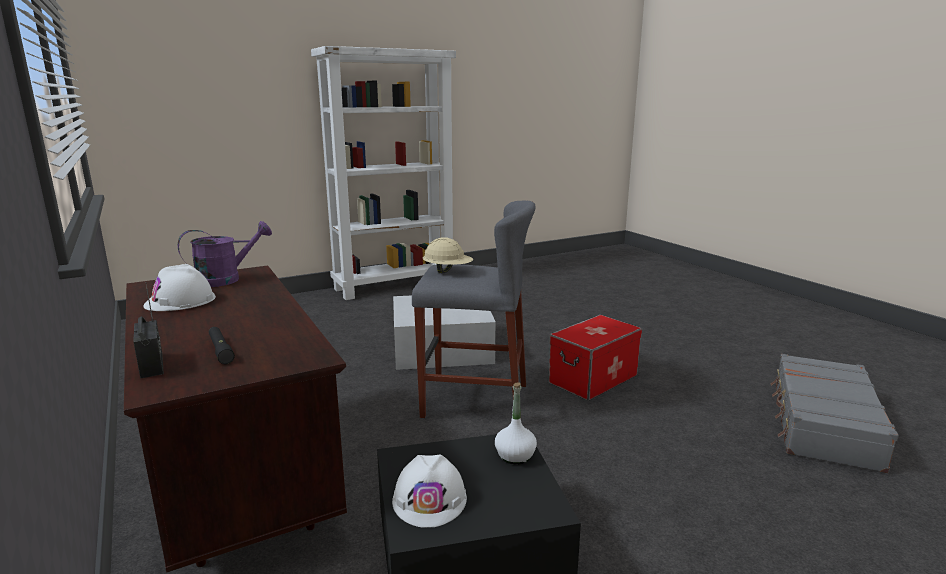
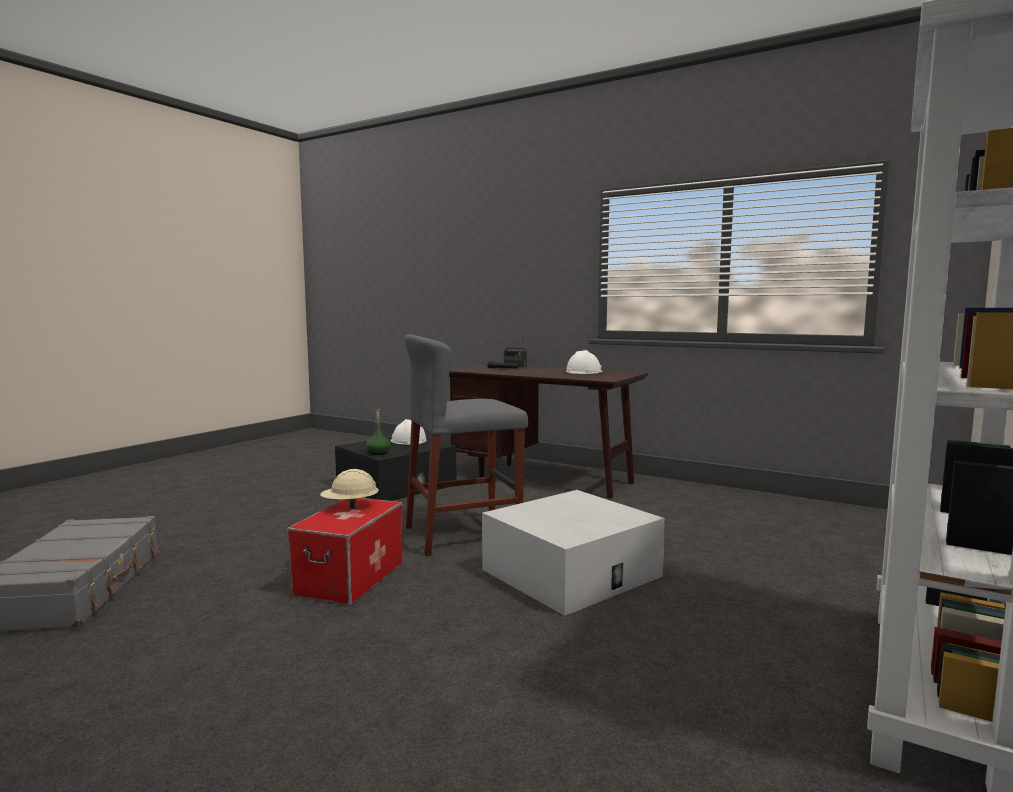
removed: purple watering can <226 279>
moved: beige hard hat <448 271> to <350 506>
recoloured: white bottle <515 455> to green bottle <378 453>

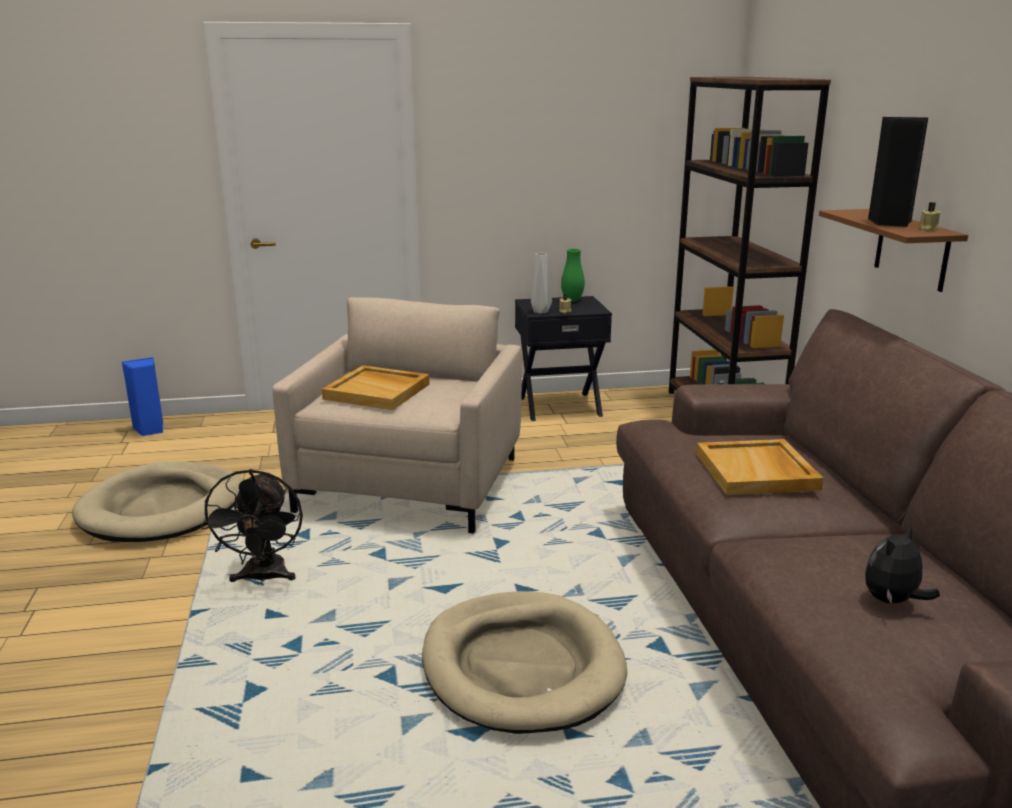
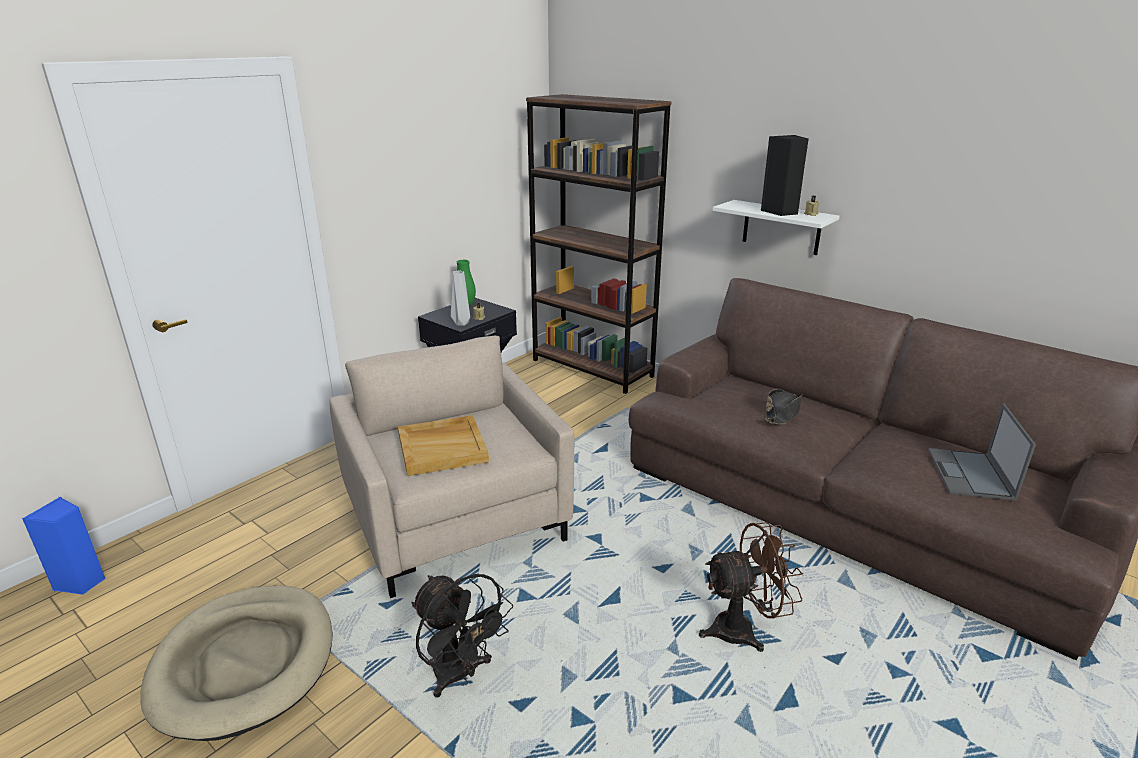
replaced: beige dog bed <522 667> to brown fan <743 629>; beige tray <757 472> to black hat <782 413>; plush toy <892 601> to laptop <970 475>
recoloured: brown shelf <911 249> to white shelf <781 227>

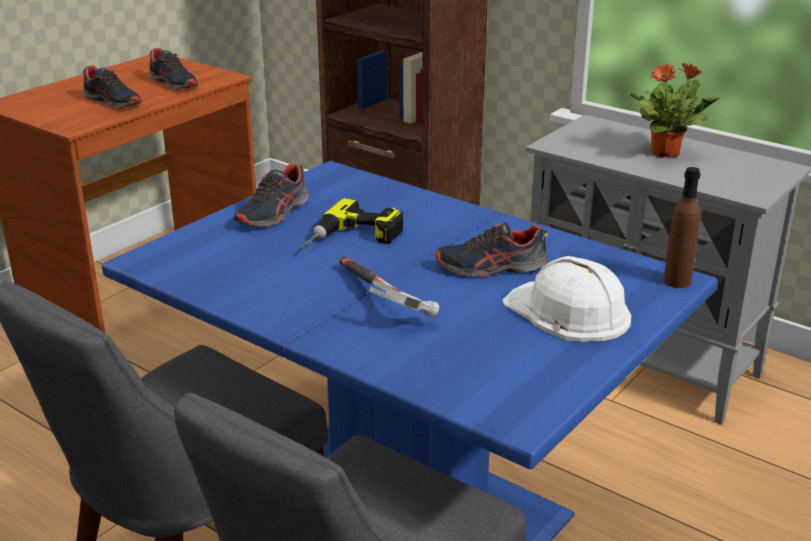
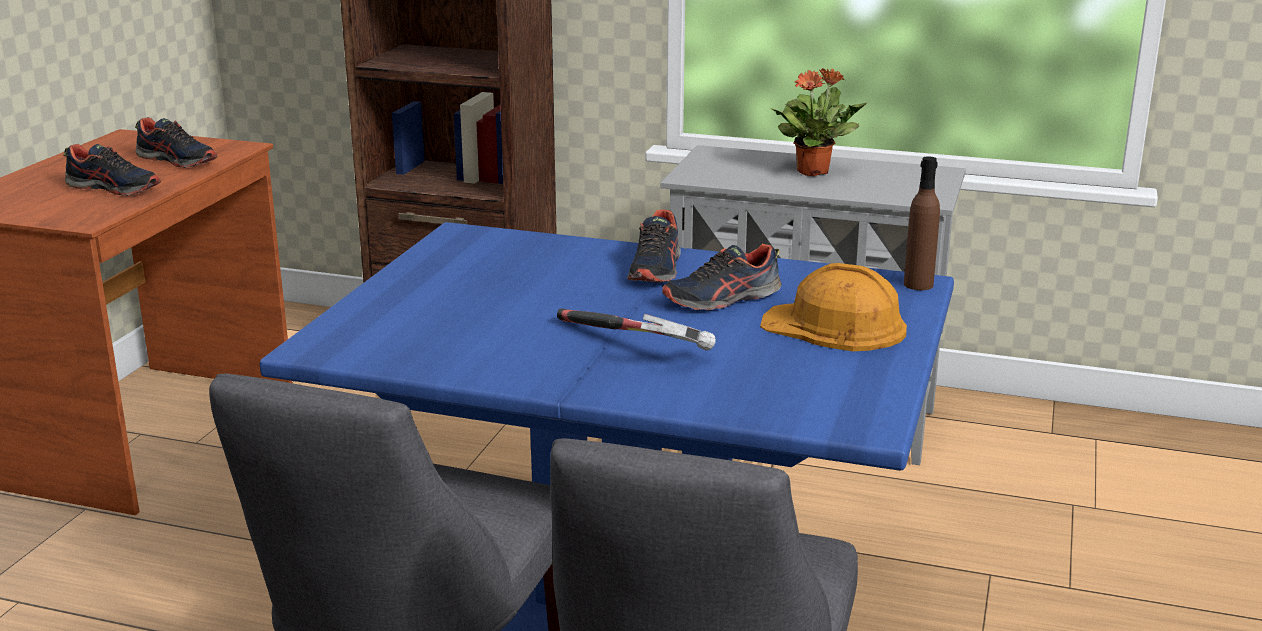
removed: power drill <352 240>
moved: shoe <274 213> to <656 269>
recoloured: white hard hat <568 311> to orange hard hat <835 326>

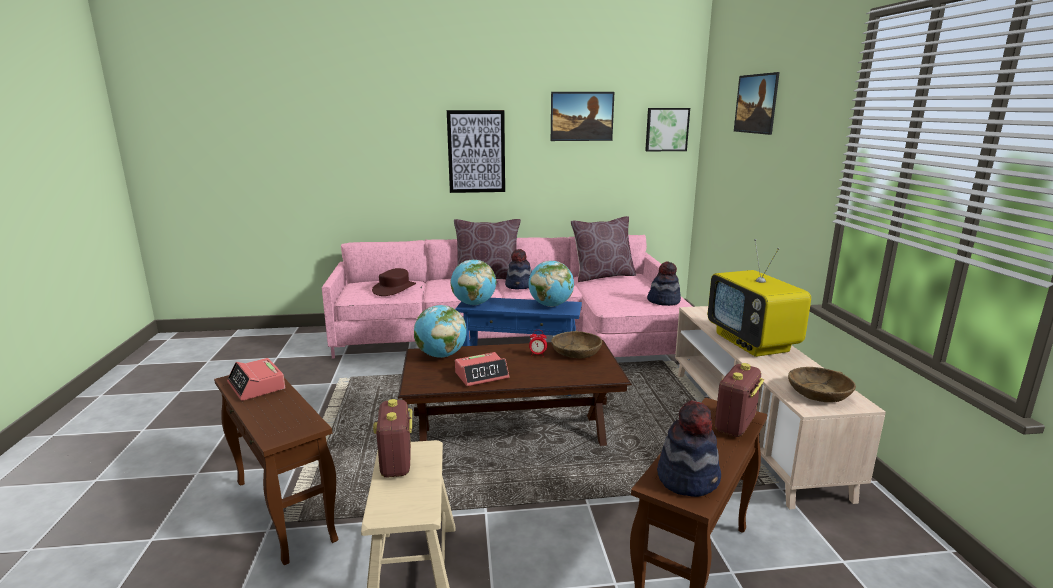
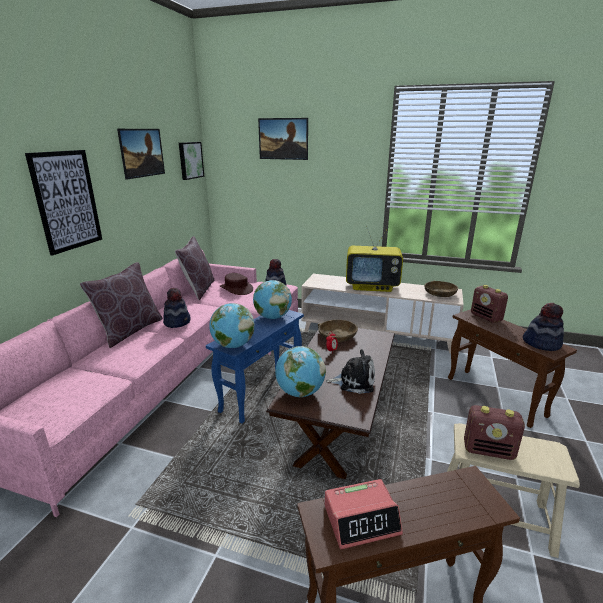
moved: brown hat <394 289> to <236 289>
replaced: alarm clock <482 375> to plush toy <354 381>

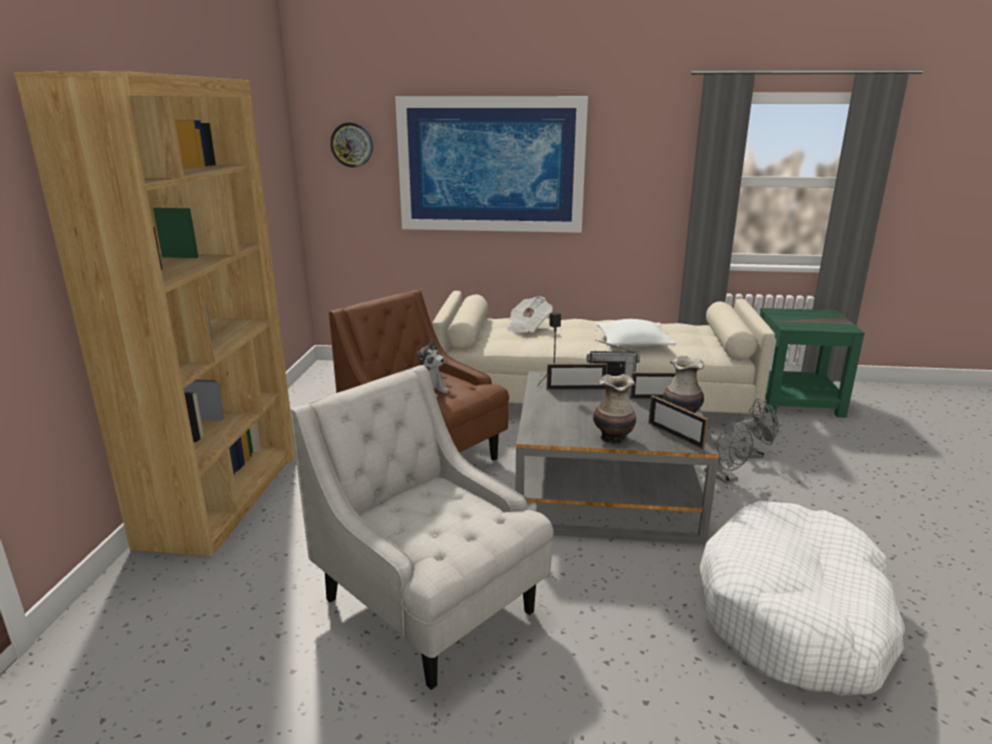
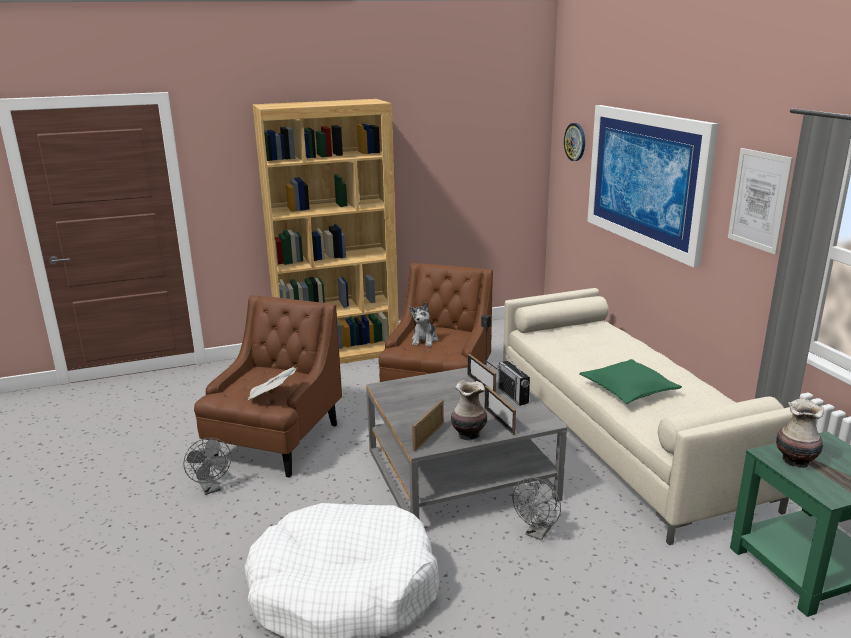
added: picture <759 200>
moved: grey fan <752 454> to <211 488>; newspaper <527 327> to <271 396>; vase <614 438> to <796 461>
recoloured: white armchair <431 607> to brown armchair <276 443>; white pillow <633 343> to green pillow <628 390>

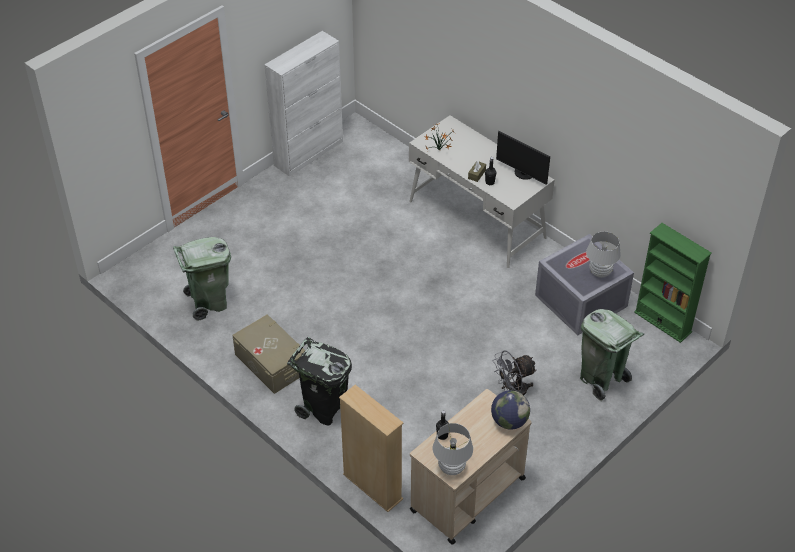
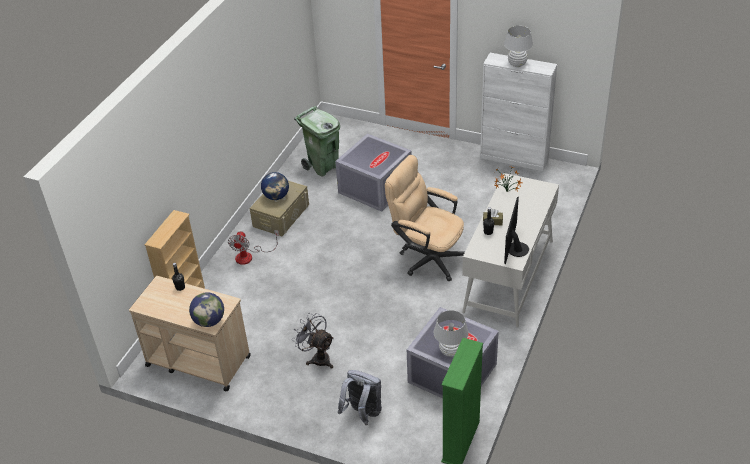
added: globe <276 197>; grey storage box <375 187>; beige office chair <427 257>
moved: white table lamp <452 468> to <517 64>
replaced: black trash can <324 409> to fan <249 256>; green trash can <601 379> to grey backpack <363 413>

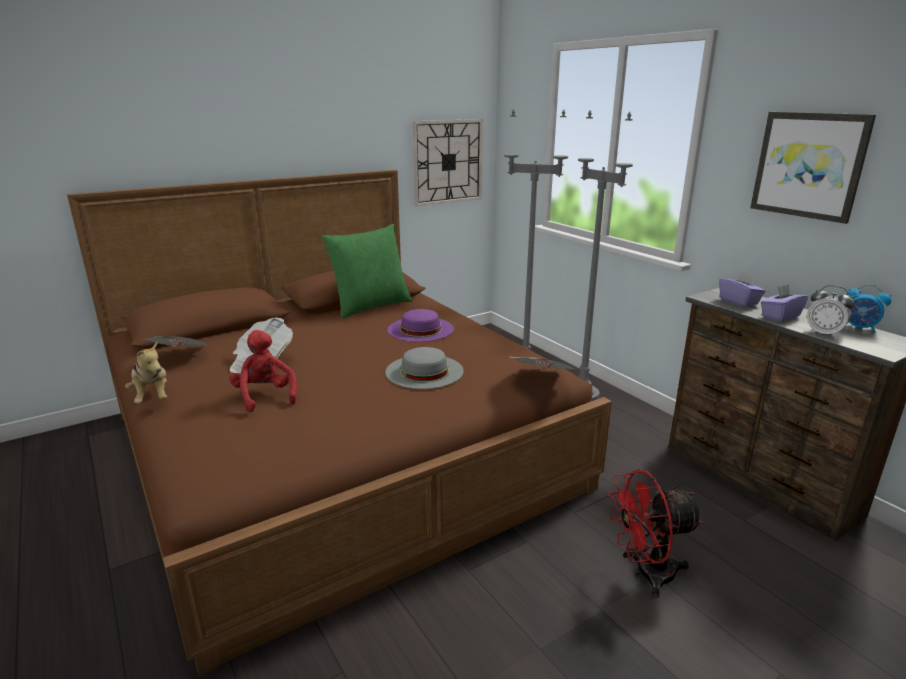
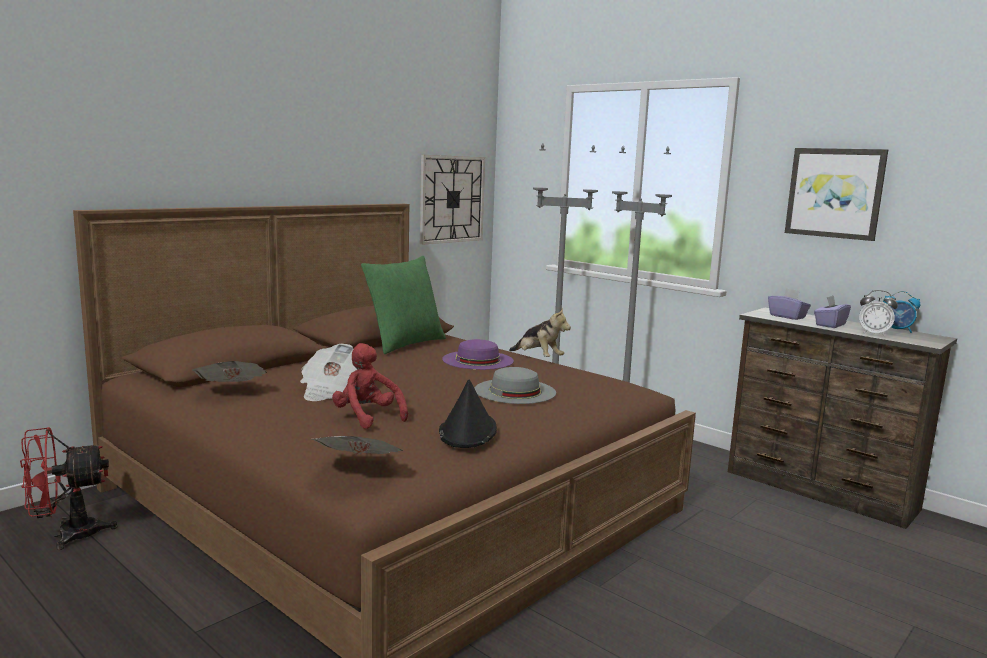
added: black hat <467 431>
moved: red fan <645 573> to <67 535>; newspaper <542 379> to <359 469>; plush toy <152 397> to <538 358>

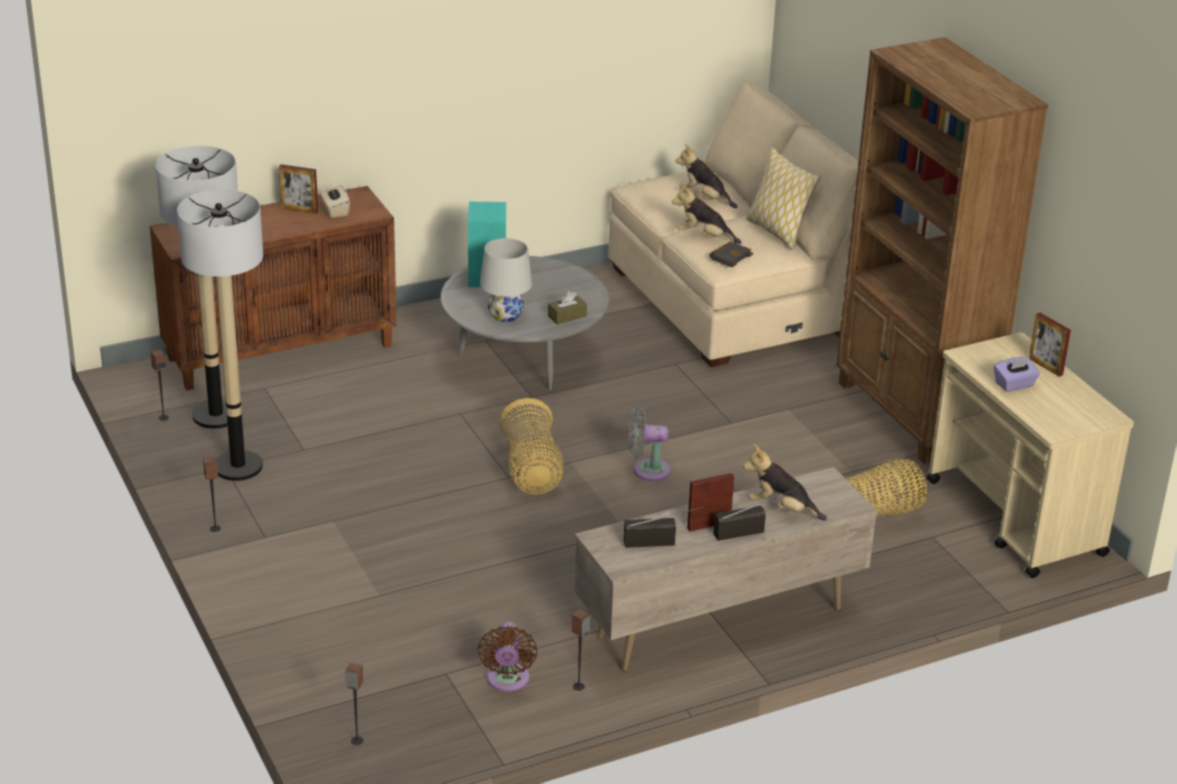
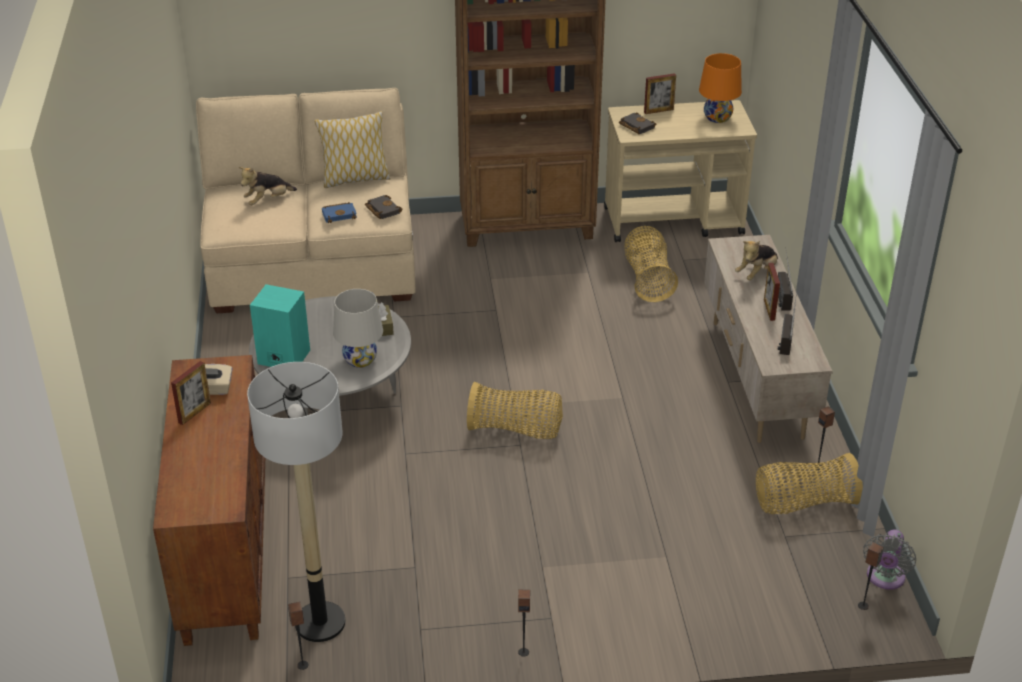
removed: floor lamp <238 466>; purple tissue box <1014 385>
added: black book <635 126>; orange table lamp <717 117>
moved: grey fan <647 470> to <884 578>
replaced: plush toy <704 237> to blue book <340 214>; brown fan <507 681> to basket <803 503>

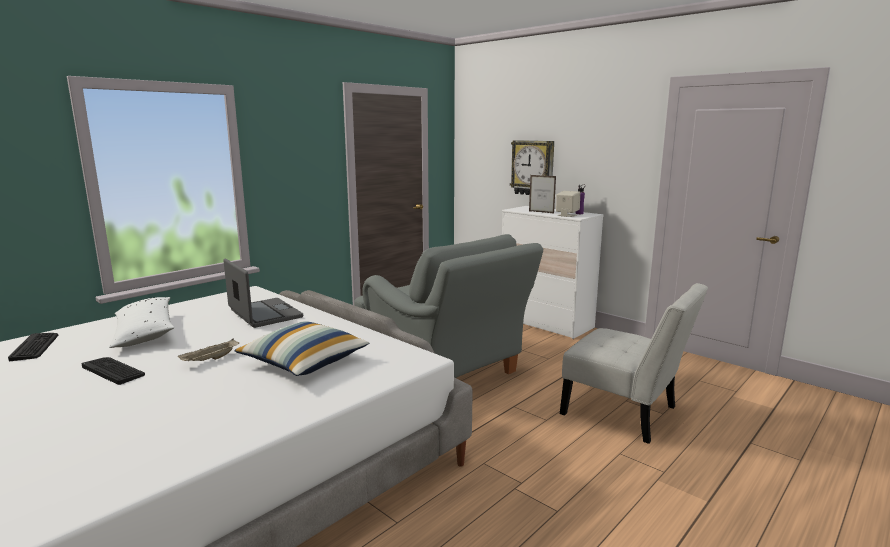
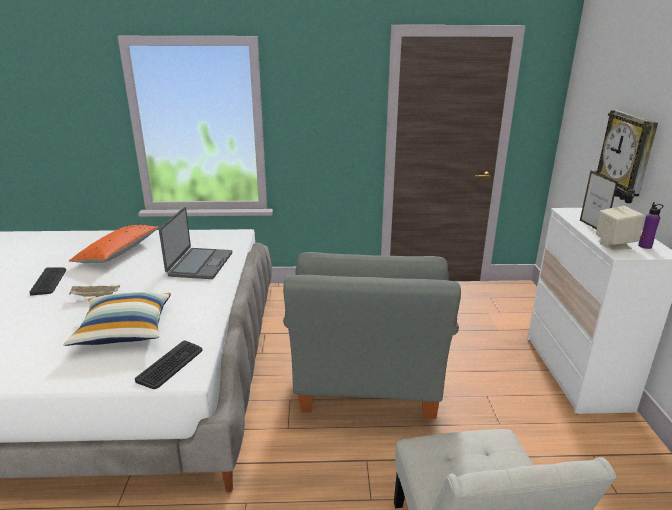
moved: keyboard <35 347> to <171 365>
recoloured: white pillow <144 332> to orange pillow <118 252>

